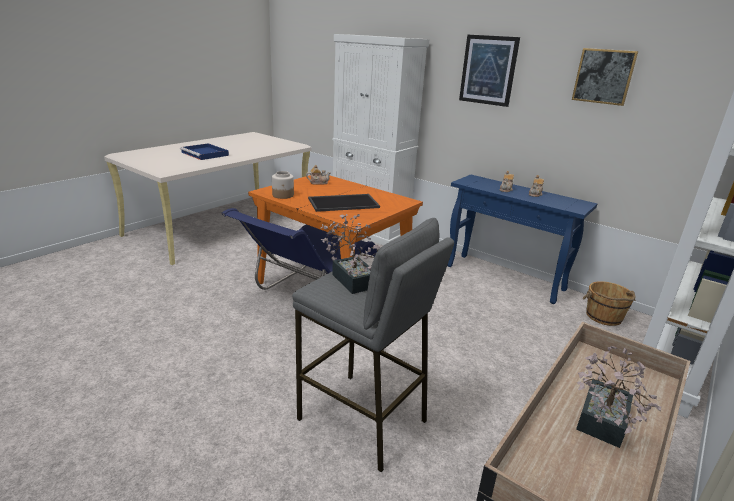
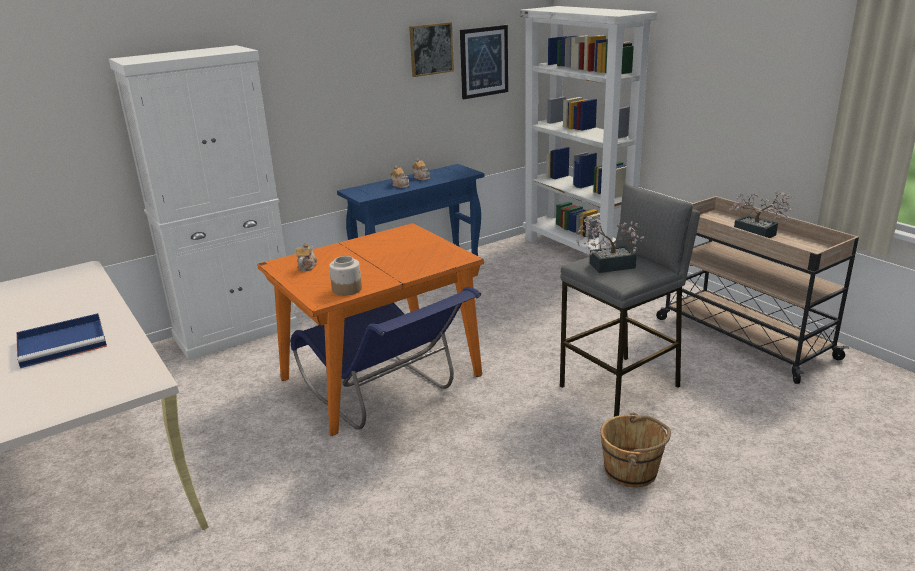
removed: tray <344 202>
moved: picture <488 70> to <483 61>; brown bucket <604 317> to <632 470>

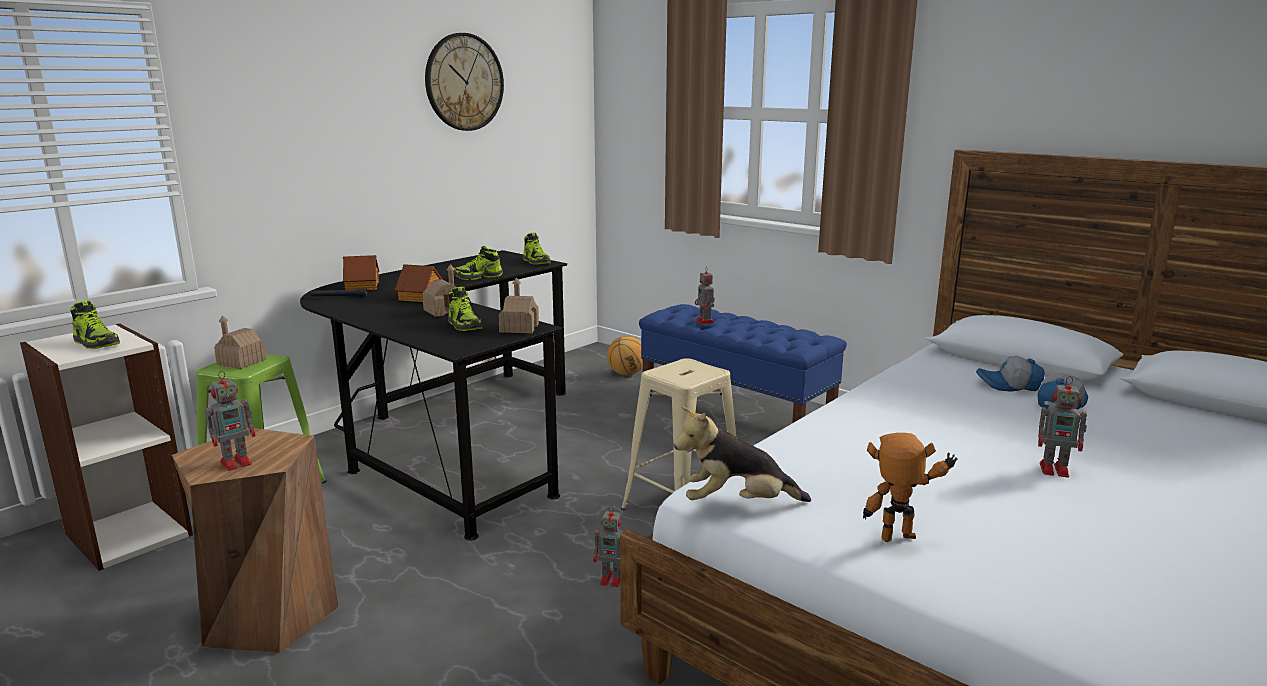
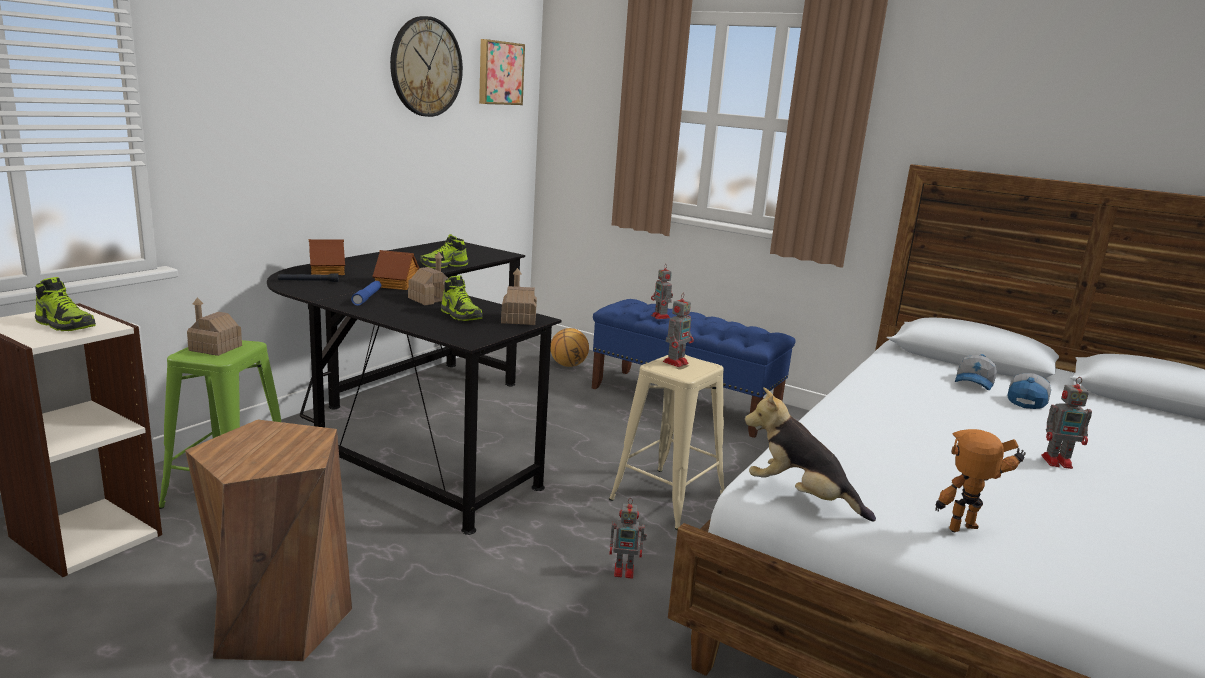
removed: shoe <536 261>
added: blue flashlight <367 297>; picture <499 73>
moved: toy robot <237 462> to <676 362>
turned: plush toy <737 504> = <800 497> 45 degrees clockwise; cap <1009 386> = <975 383> 60 degrees counterclockwise

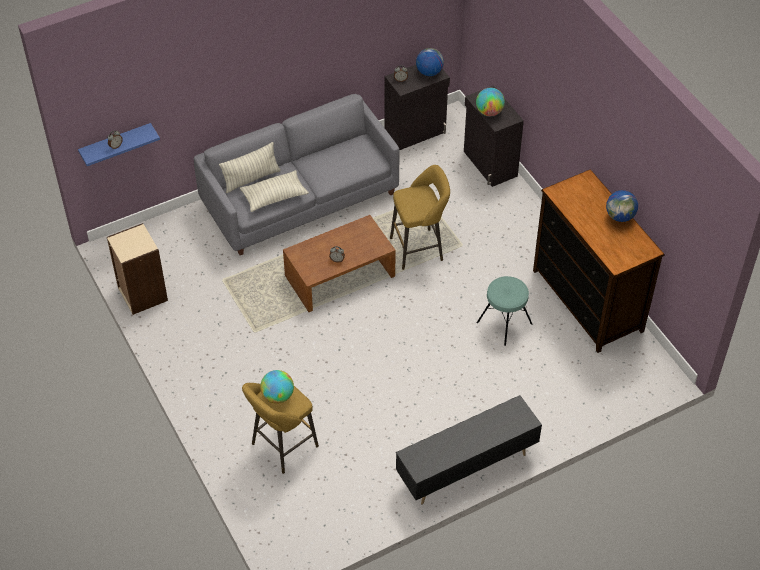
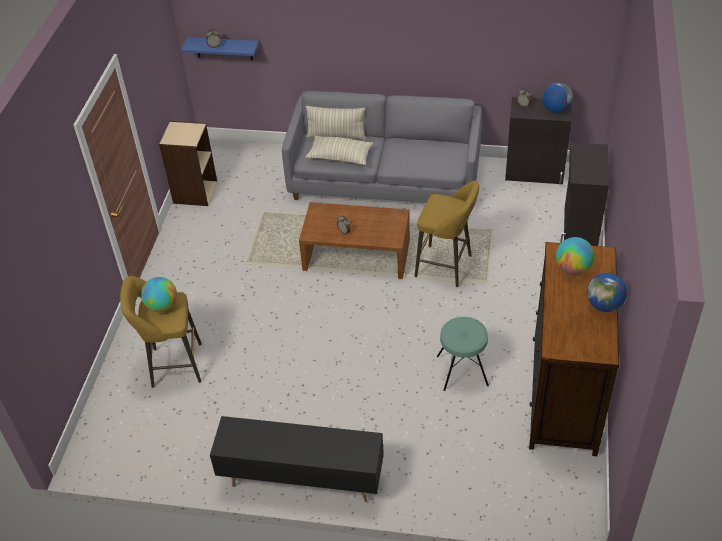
moved: globe <489 112> to <572 269>

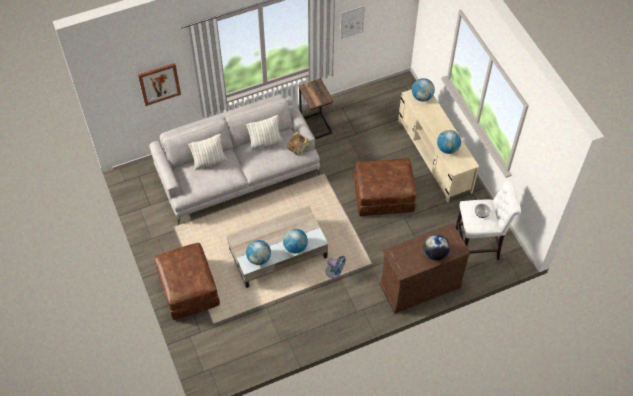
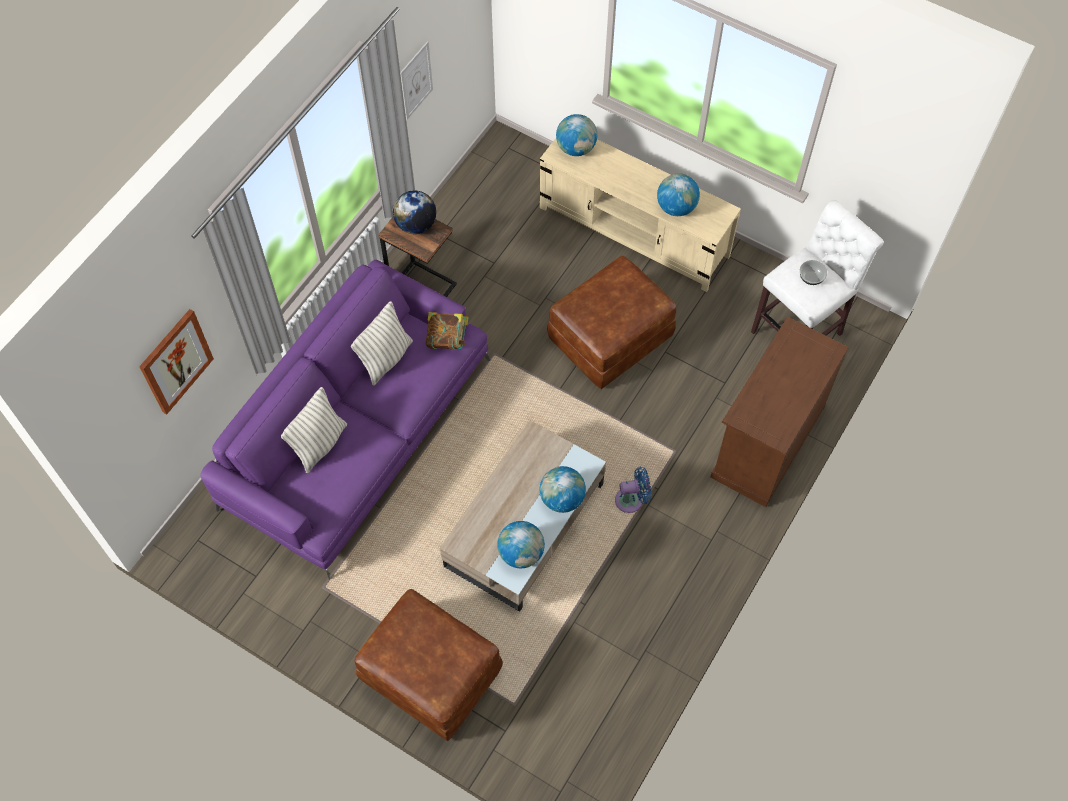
moved: globe <435 253> to <416 225>
recoloured: grey sofa <237 171> to purple sofa <356 432>

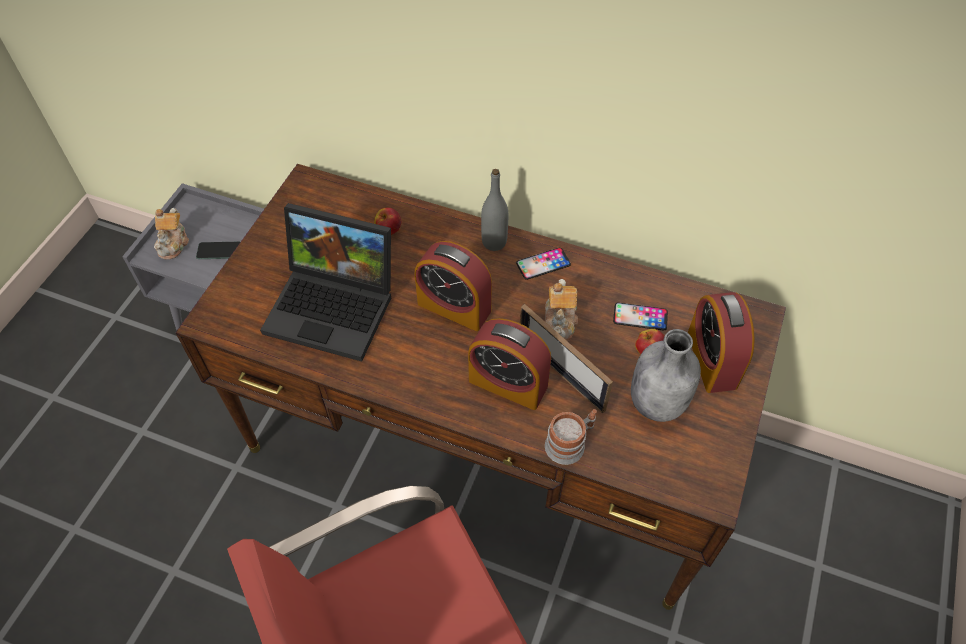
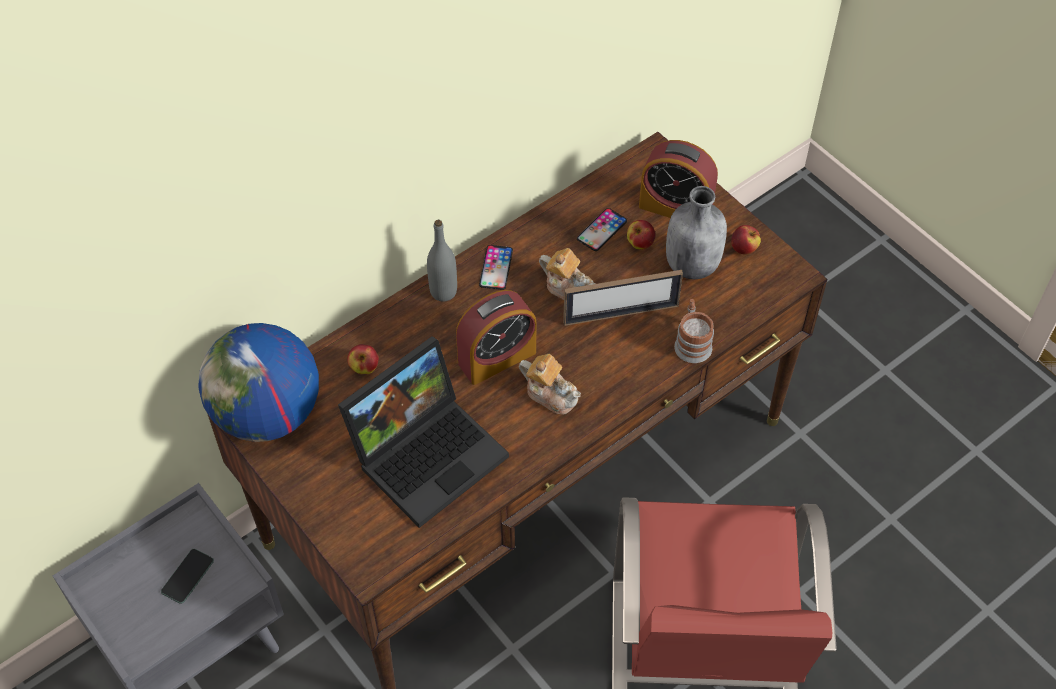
removed: alarm clock <508 383>
added: globe <267 414>; apple <744 248>
moved: teapot <174 243> to <551 394>

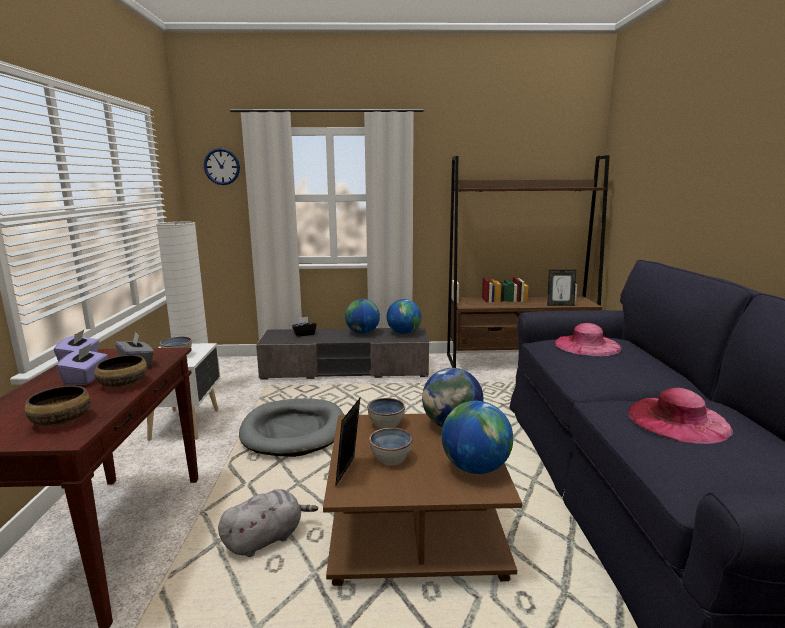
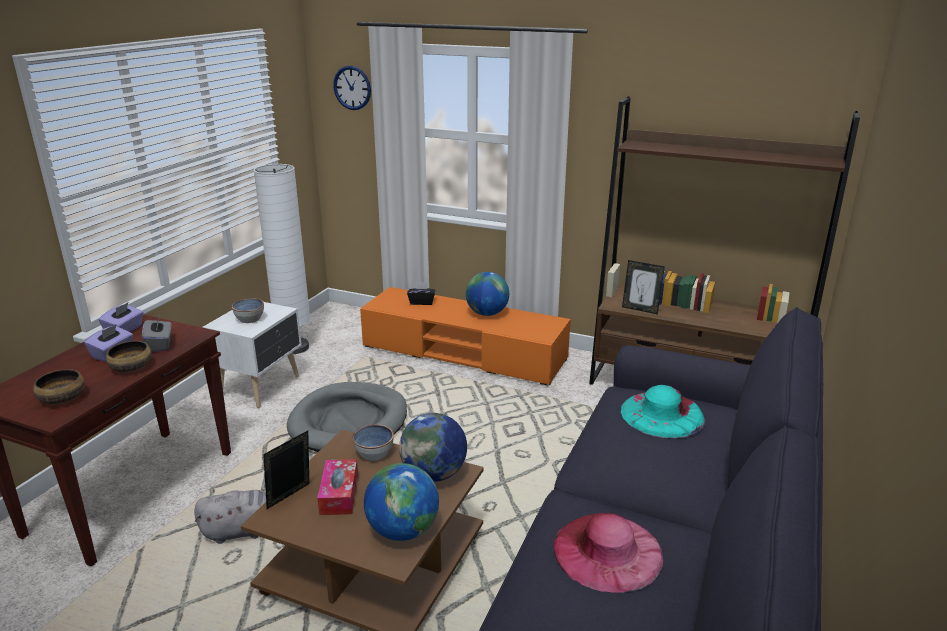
removed: globe <403 333>
moved: picture frame <560 305> to <640 309>
replaced: bowl <390 458> to tissue box <339 494>
recoloured: grey tv stand <345 369> to orange tv stand <463 353>; pink hat <587 345> to turquoise hat <662 414>

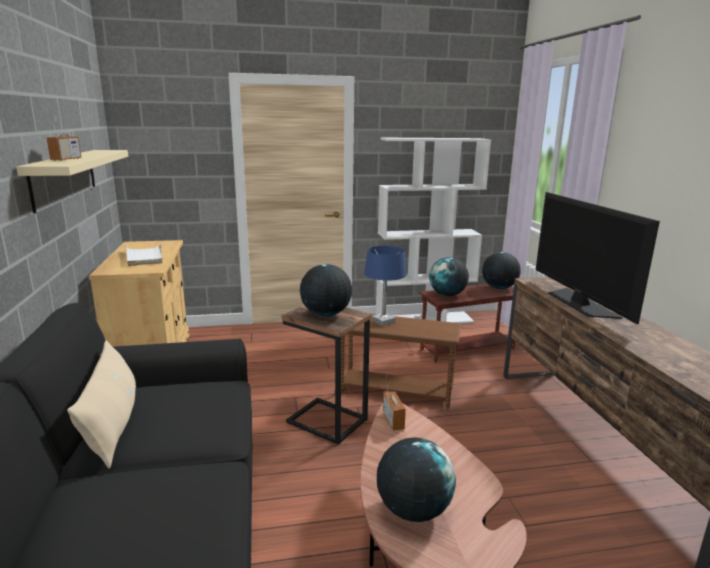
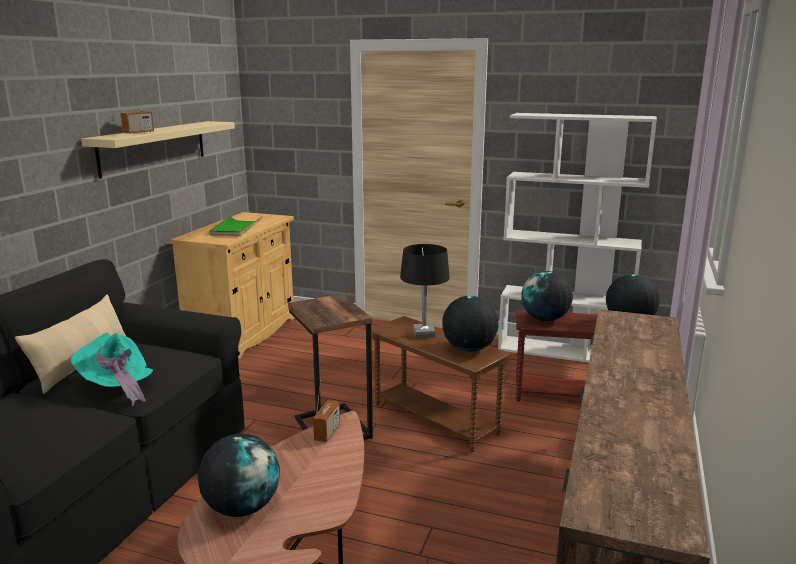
removed: television <579 303>
added: turquoise hat <117 388>
moved: globe <325 314> to <469 349>
recoloured: white tray <144 256> to green tray <236 228>; blue table lamp <383 322> to black table lamp <424 334>

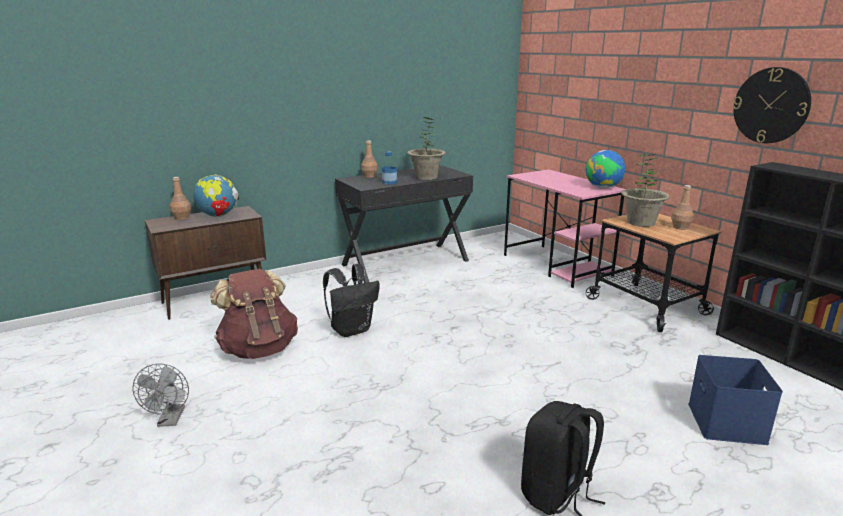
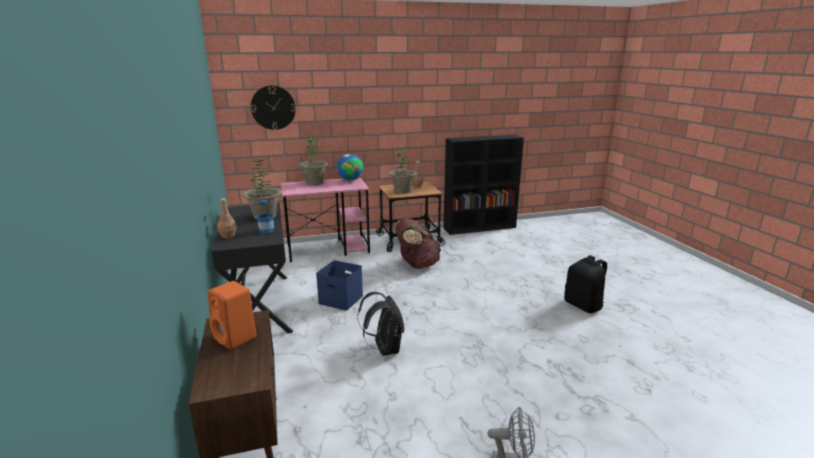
removed: brown bottle <182 218>
added: potted plant <314 183>
moved: wall clock <771 105> to <273 107>; blue storage box <728 424> to <342 299>; brown backpack <259 349> to <417 264>
replaced: globe <218 216> to orange speaker <236 338>

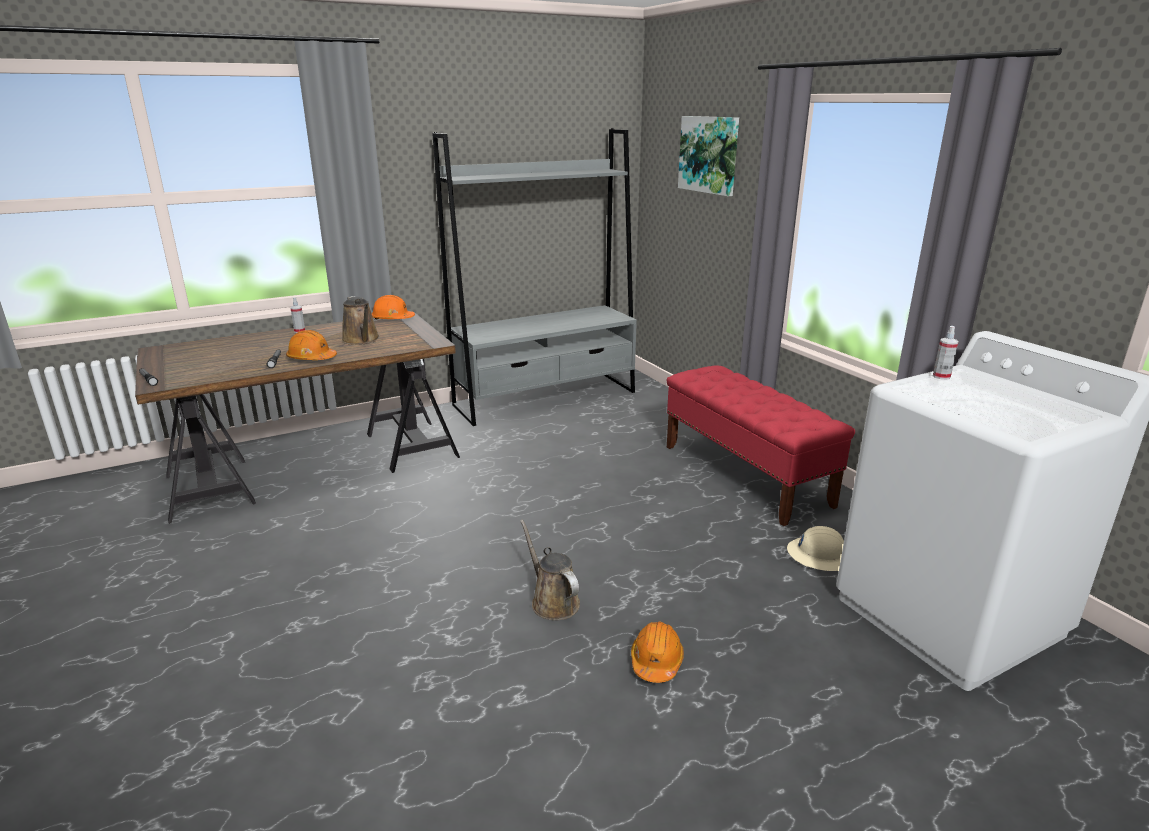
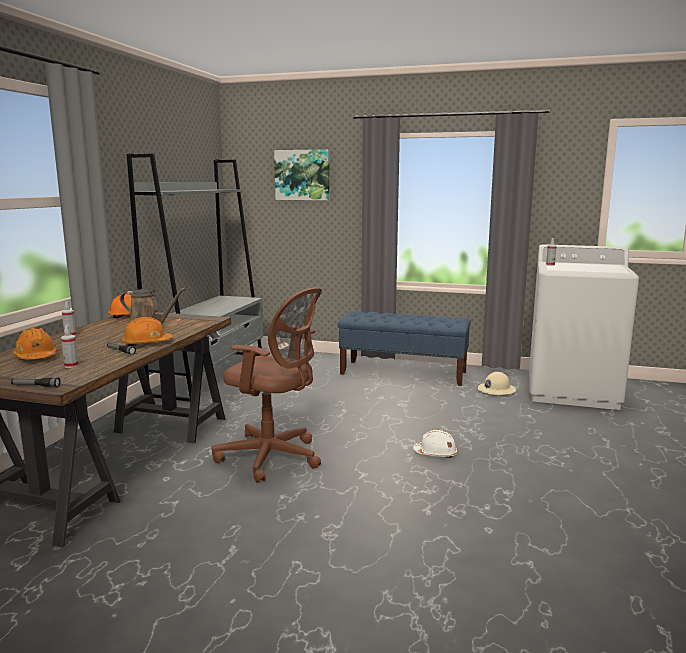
added: spray bottle <71 366>; brown office chair <273 457>
moved: orange hard hat <656 661> to <36 357>
replaced: brown watering can <552 601> to white hard hat <436 453>
recoloured: red bench <745 475> to blue bench <403 373>

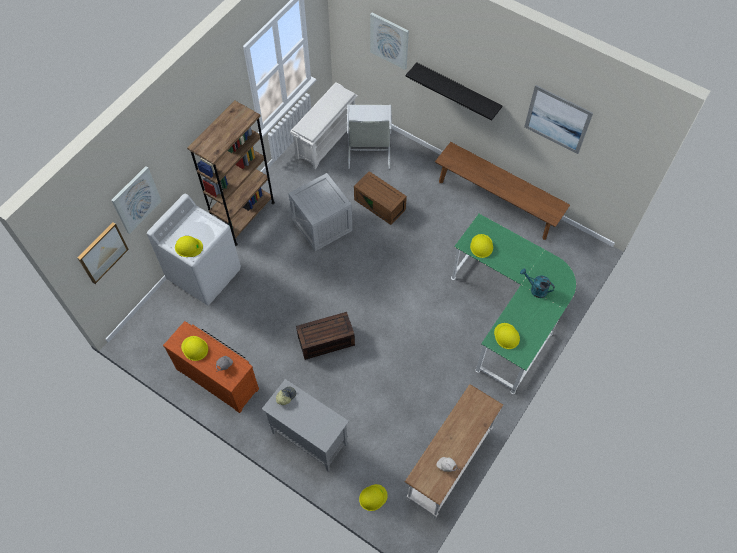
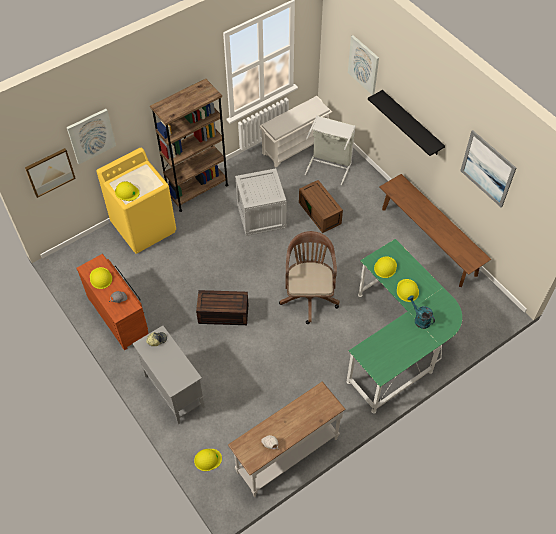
added: brown office chair <309 295>
moved: yellow hard hat <506 336> to <407 290>
recoloured: white washing machine <205 274> to yellow washing machine <144 227>

